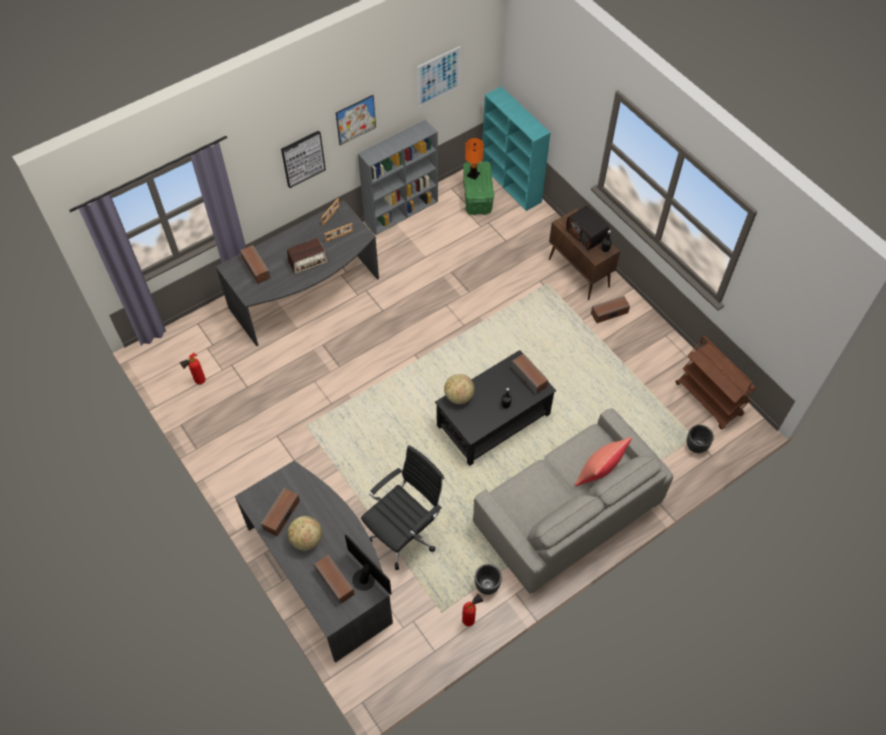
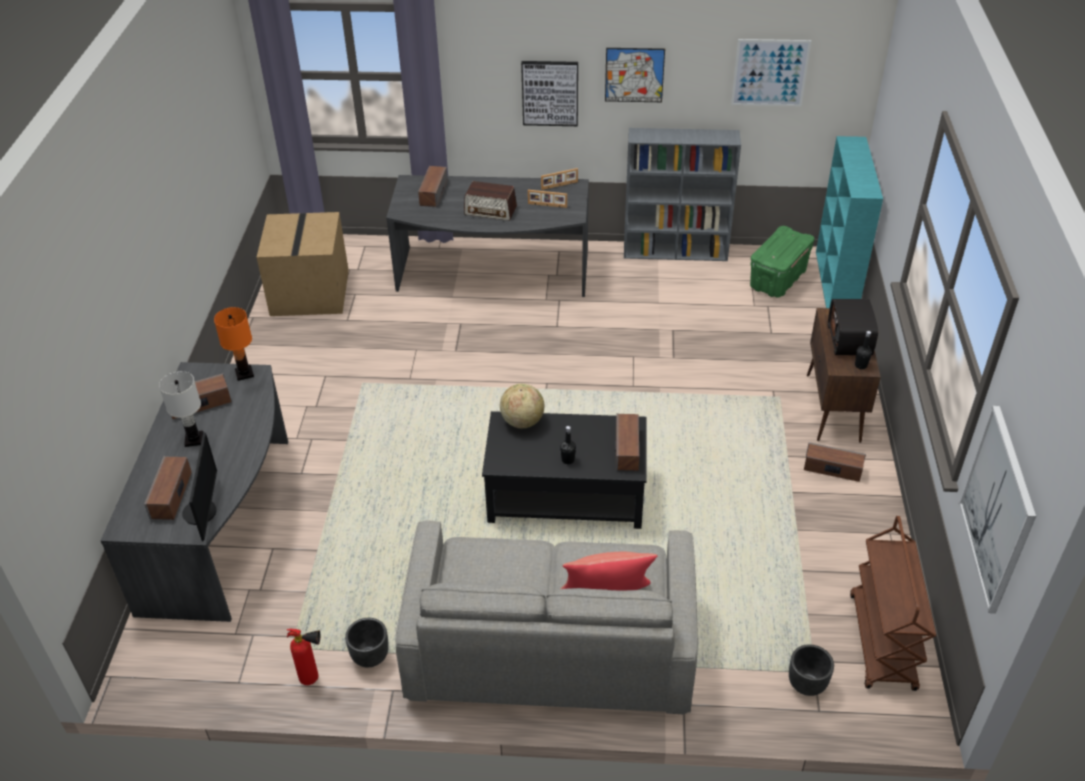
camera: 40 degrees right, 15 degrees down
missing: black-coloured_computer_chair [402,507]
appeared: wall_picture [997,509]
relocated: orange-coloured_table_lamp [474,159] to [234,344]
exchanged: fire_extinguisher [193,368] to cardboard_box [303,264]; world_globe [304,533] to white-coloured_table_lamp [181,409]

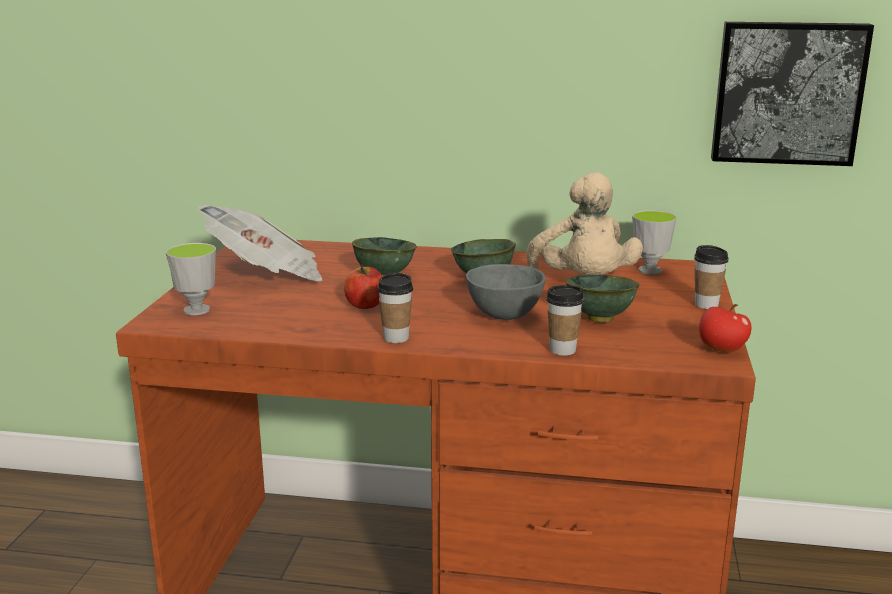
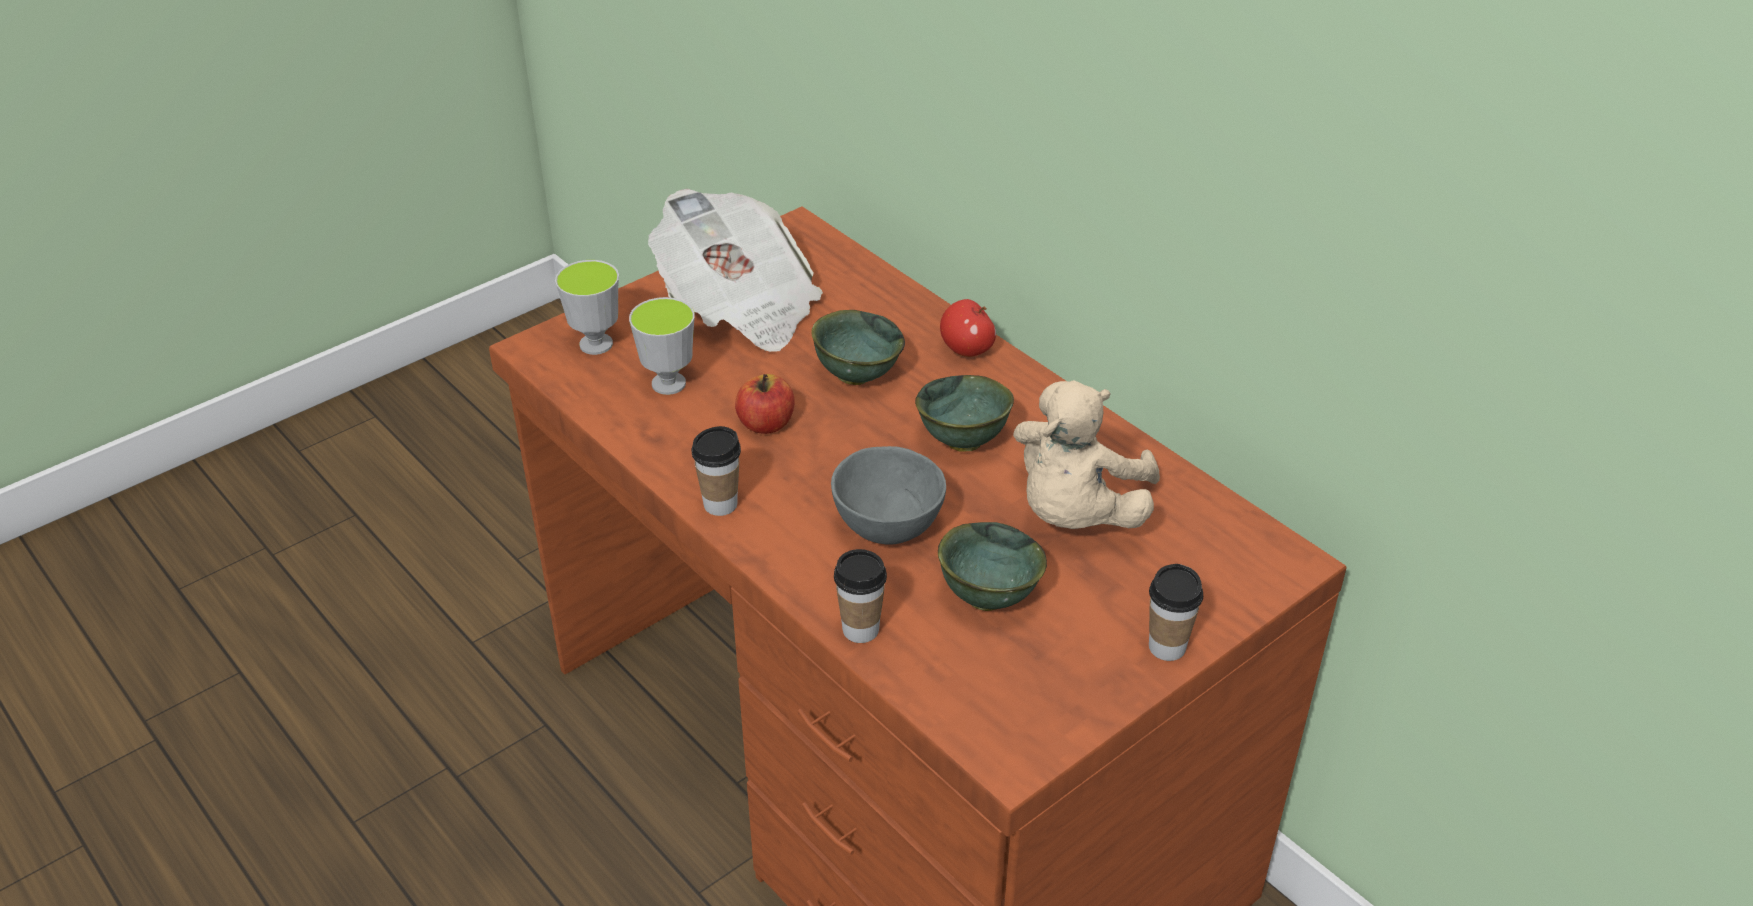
camera: 40 degrees right, 20 degrees up
missing: wall_picture [792,94]
relocated: small_cup [654,242] to [662,346]; apple_fruit [725,328] to [968,328]

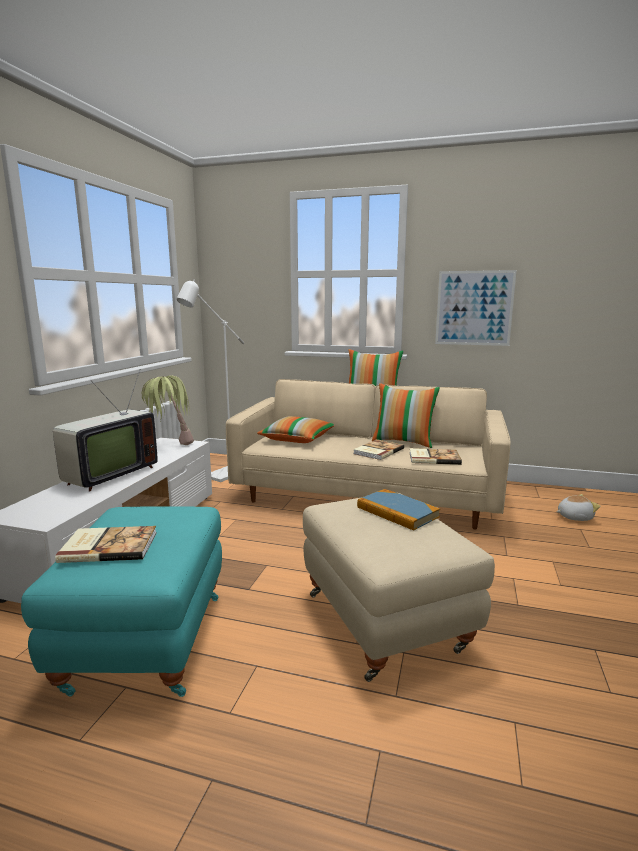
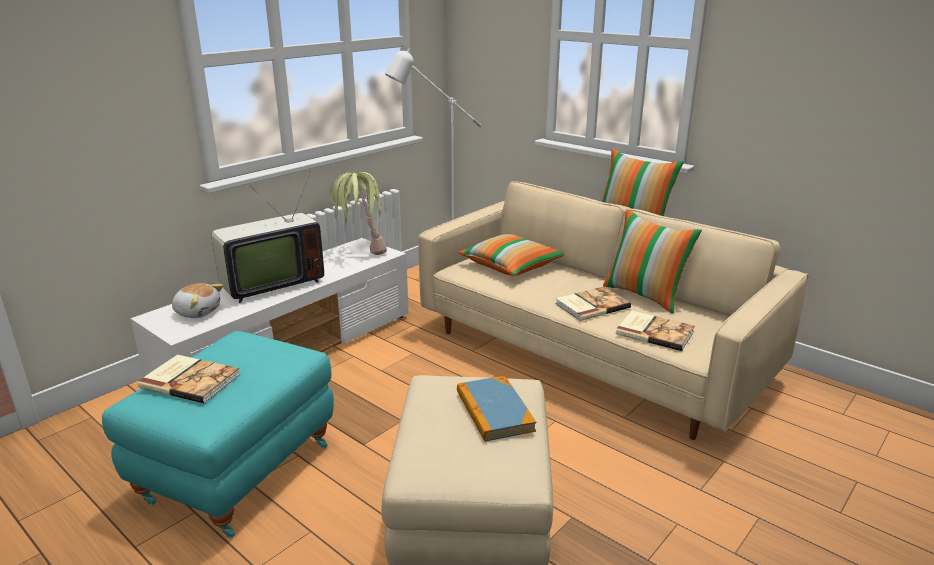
camera: 25 degrees right, 10 degrees up
missing: wall_picture [476,308]
relocated: cuddly_toy [578,507] to [197,300]

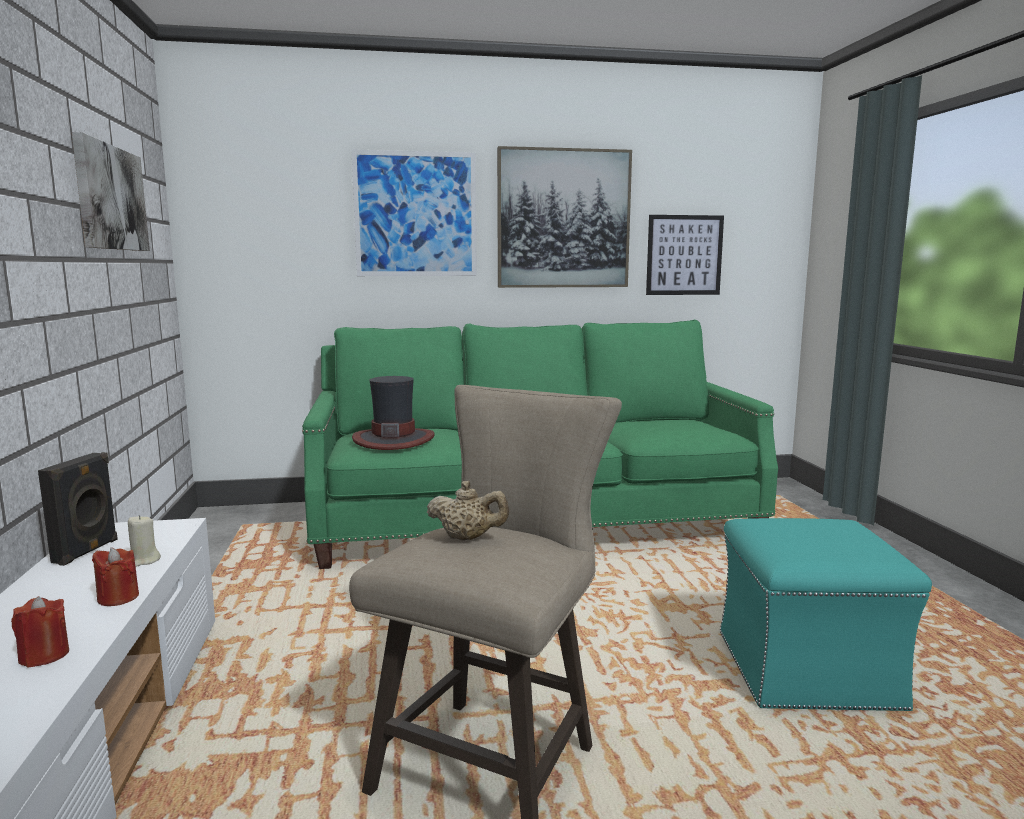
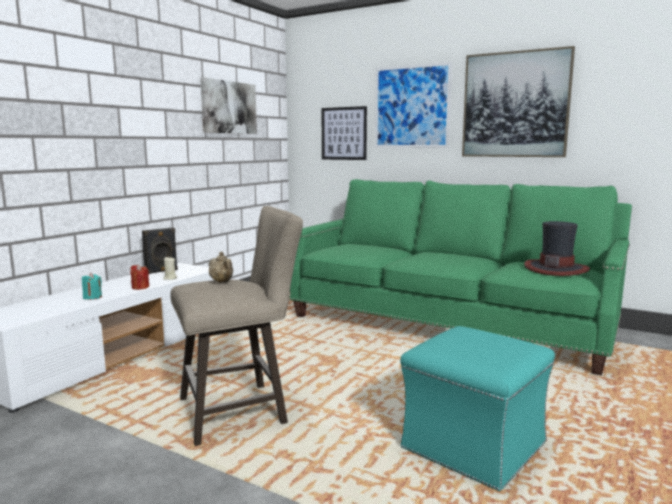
camera: 40 degrees right, 0 degrees up
relocated: clothing_hat [393,413] to [557,248]; wall_picture [685,255] to [344,133]
colour: red_wax_light [40,632] to turquoise-coloured_wax_light [92,286]

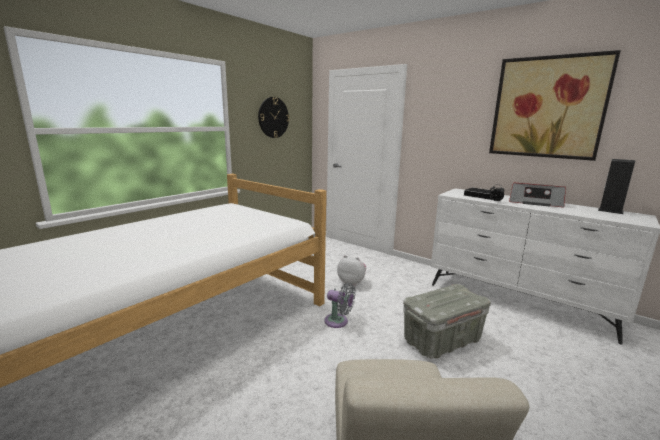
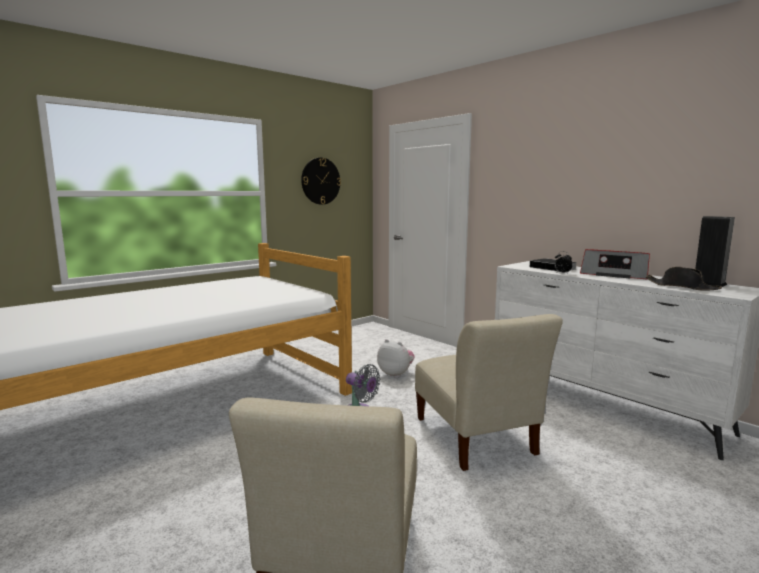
camera: 10 degrees right, 5 degrees down
missing: wall_picture [555,105]
appeared: black-coloured_clothing_hat [684,279]
exchanged: greyish_storage_box [447,321] to beige-coloured_upright_chair [489,392]

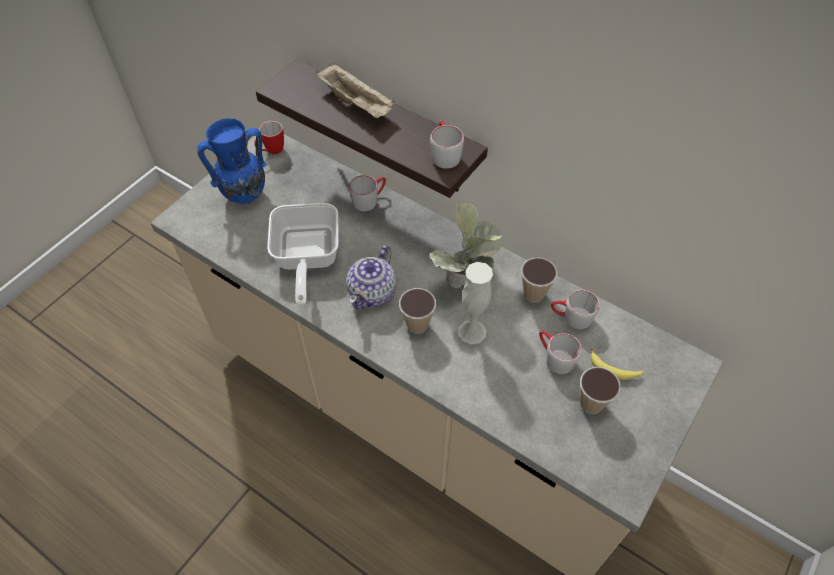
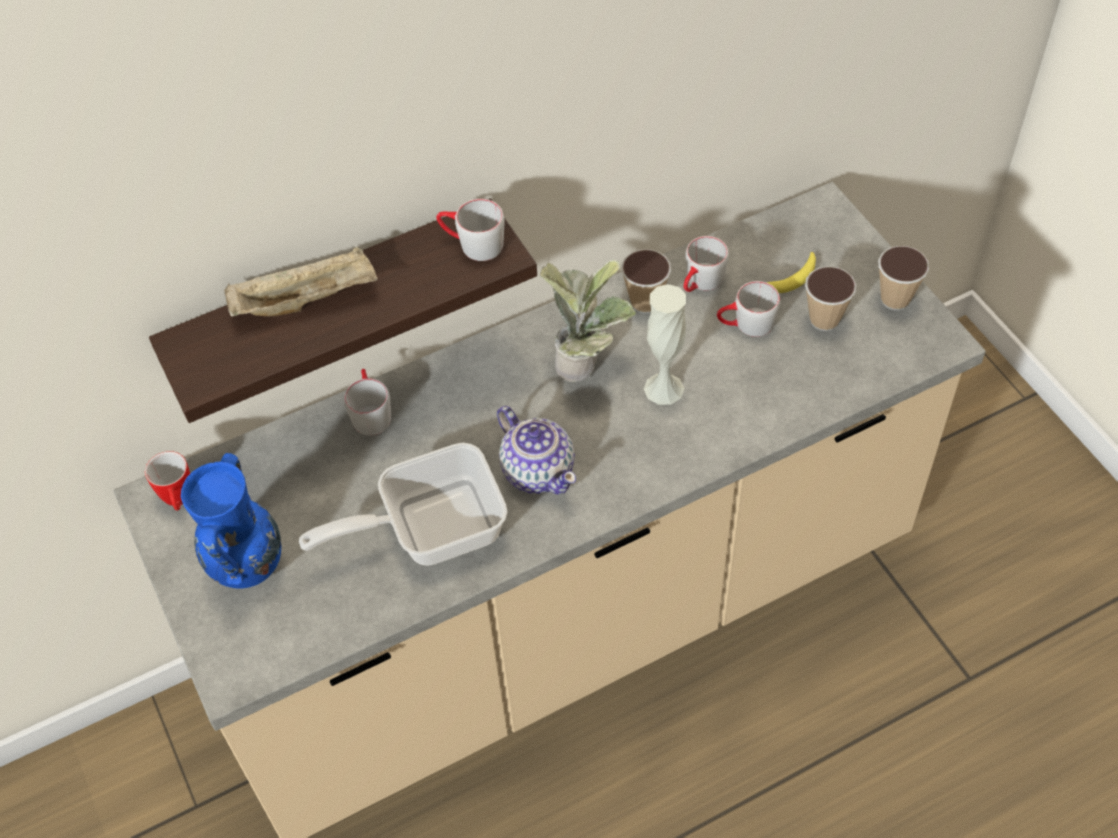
camera: 60 degrees left, 0 degrees up
relocated: small_cup [417,311] to [903,278]
spun: pan [303,254] = [403,504] 135 degrees clockwise

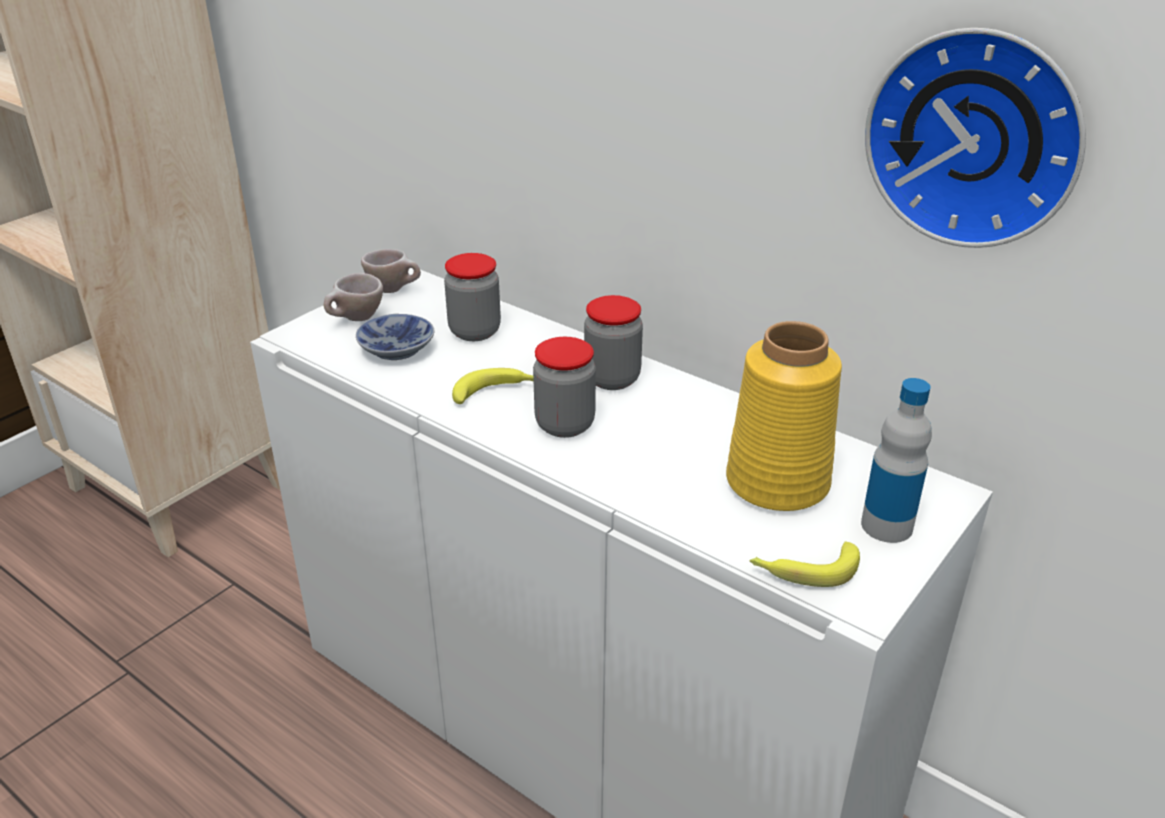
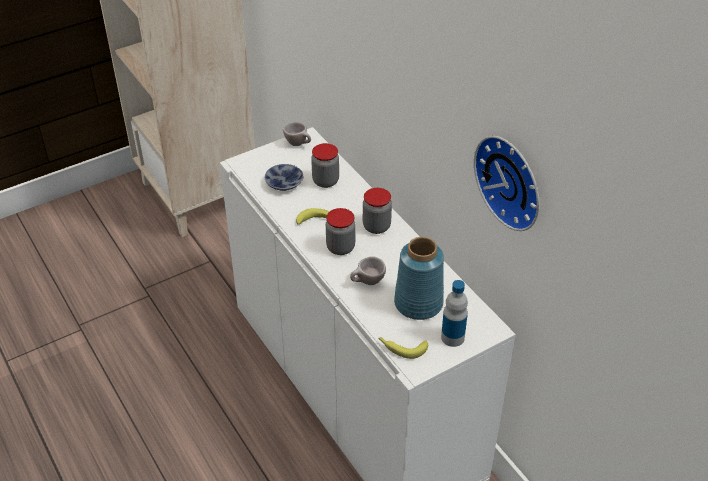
camera: 20 degrees right, 10 degrees up
relocated: beige-coloured_small_cup [353,297] to [368,270]
colour: yellowish_decorative_vase [784,416] to blue_decorative_vase [419,278]

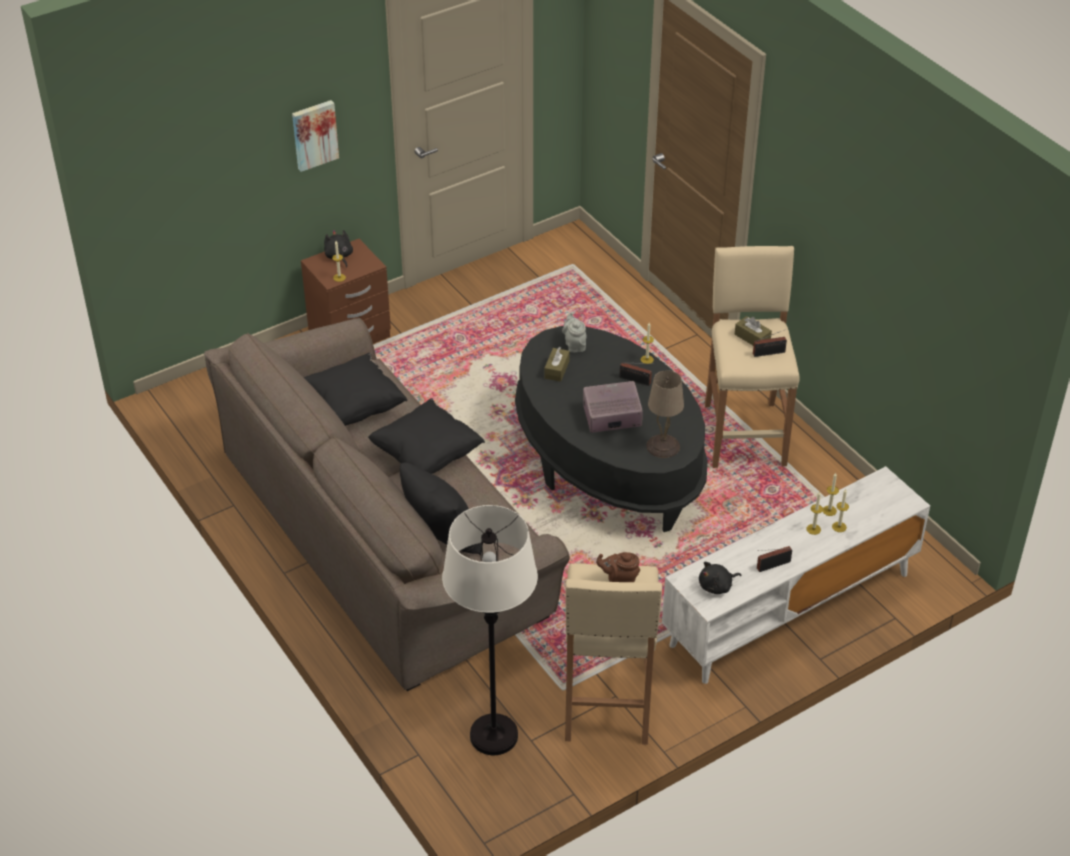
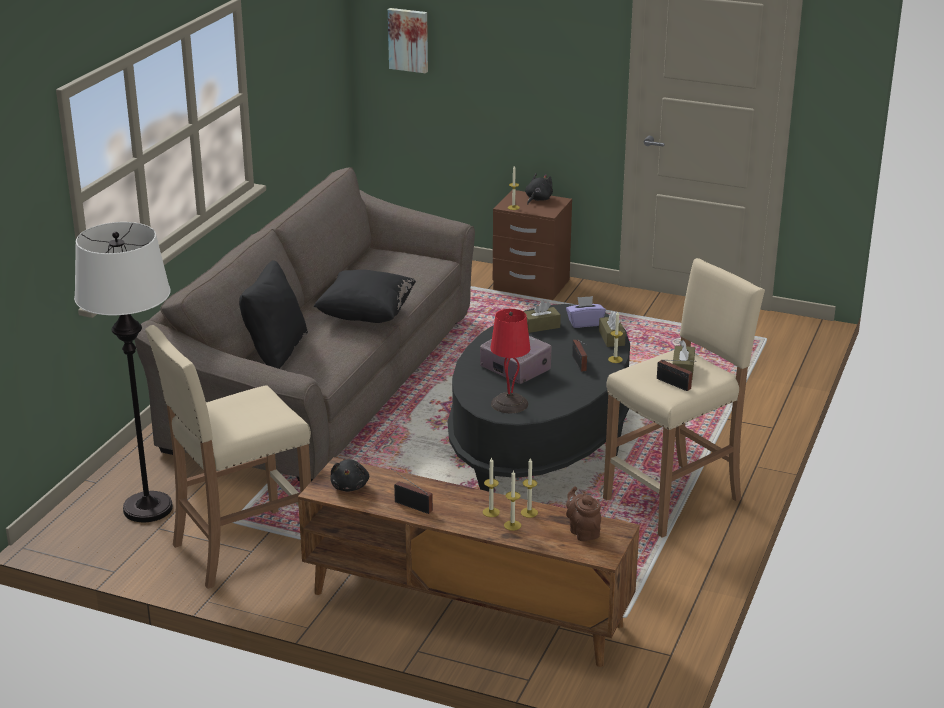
camera: 55 degrees right, 15 degrees down
missing: black-coloured_pillow [355,389]
appeared: brownish_tissue_holder [612,329]
relocated: wall_picture [315,136] to [408,40]; brownish_tea_pot [618,567] to [583,513]
exchanged: greyish_tea_pot [574,332] to purplish_tissue_holder [586,312]
colour: beige-coloured_table_lamp [665,414] to red_table_lamp [510,361]; white-coloured_media_console [796,575] to brownish_media_console [469,562]
spun: black-coloured_cuddly_toy [720,578] = [349,475] 120 degrees counterclockwise

